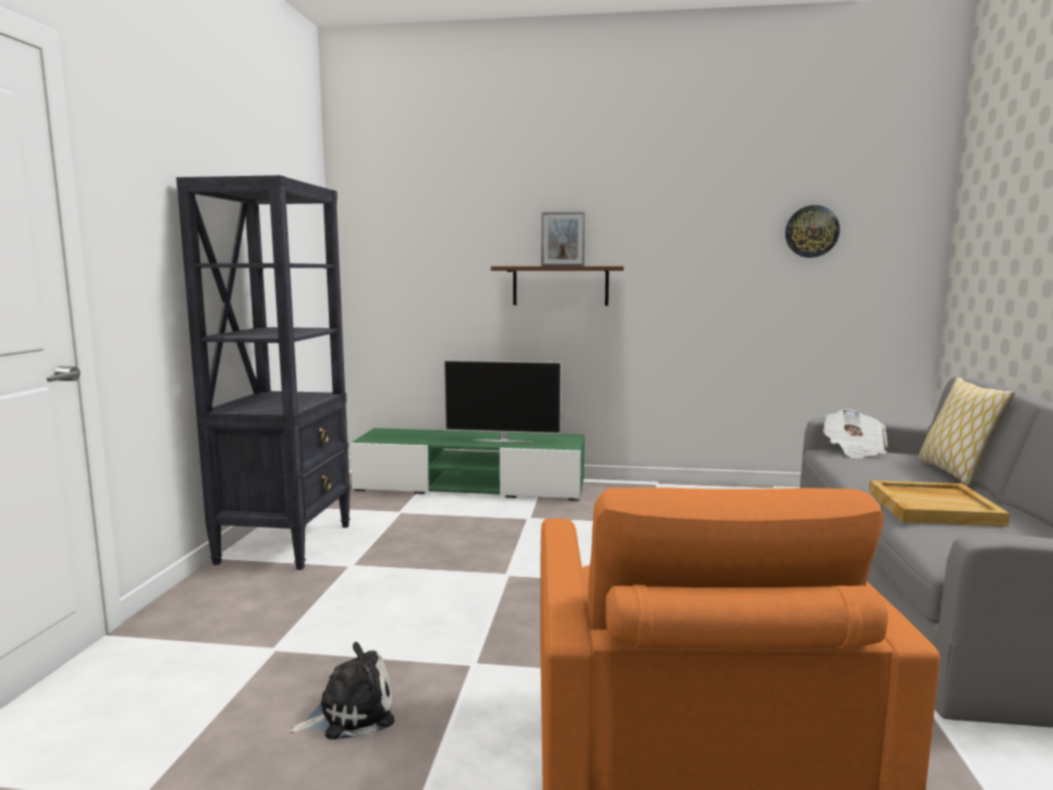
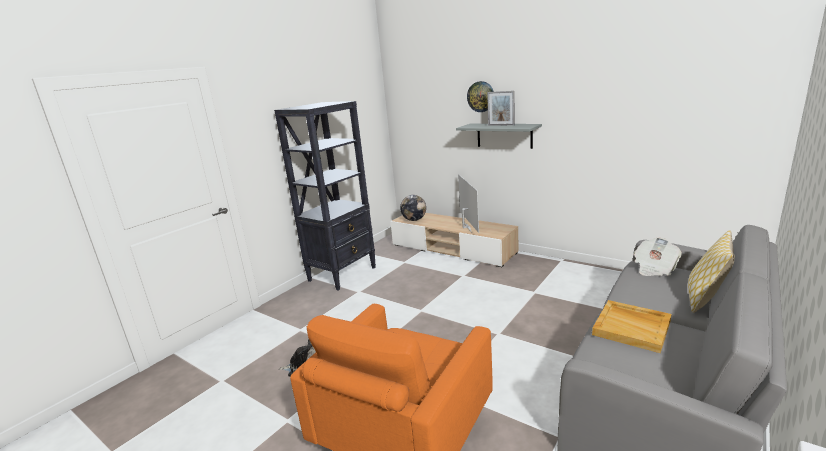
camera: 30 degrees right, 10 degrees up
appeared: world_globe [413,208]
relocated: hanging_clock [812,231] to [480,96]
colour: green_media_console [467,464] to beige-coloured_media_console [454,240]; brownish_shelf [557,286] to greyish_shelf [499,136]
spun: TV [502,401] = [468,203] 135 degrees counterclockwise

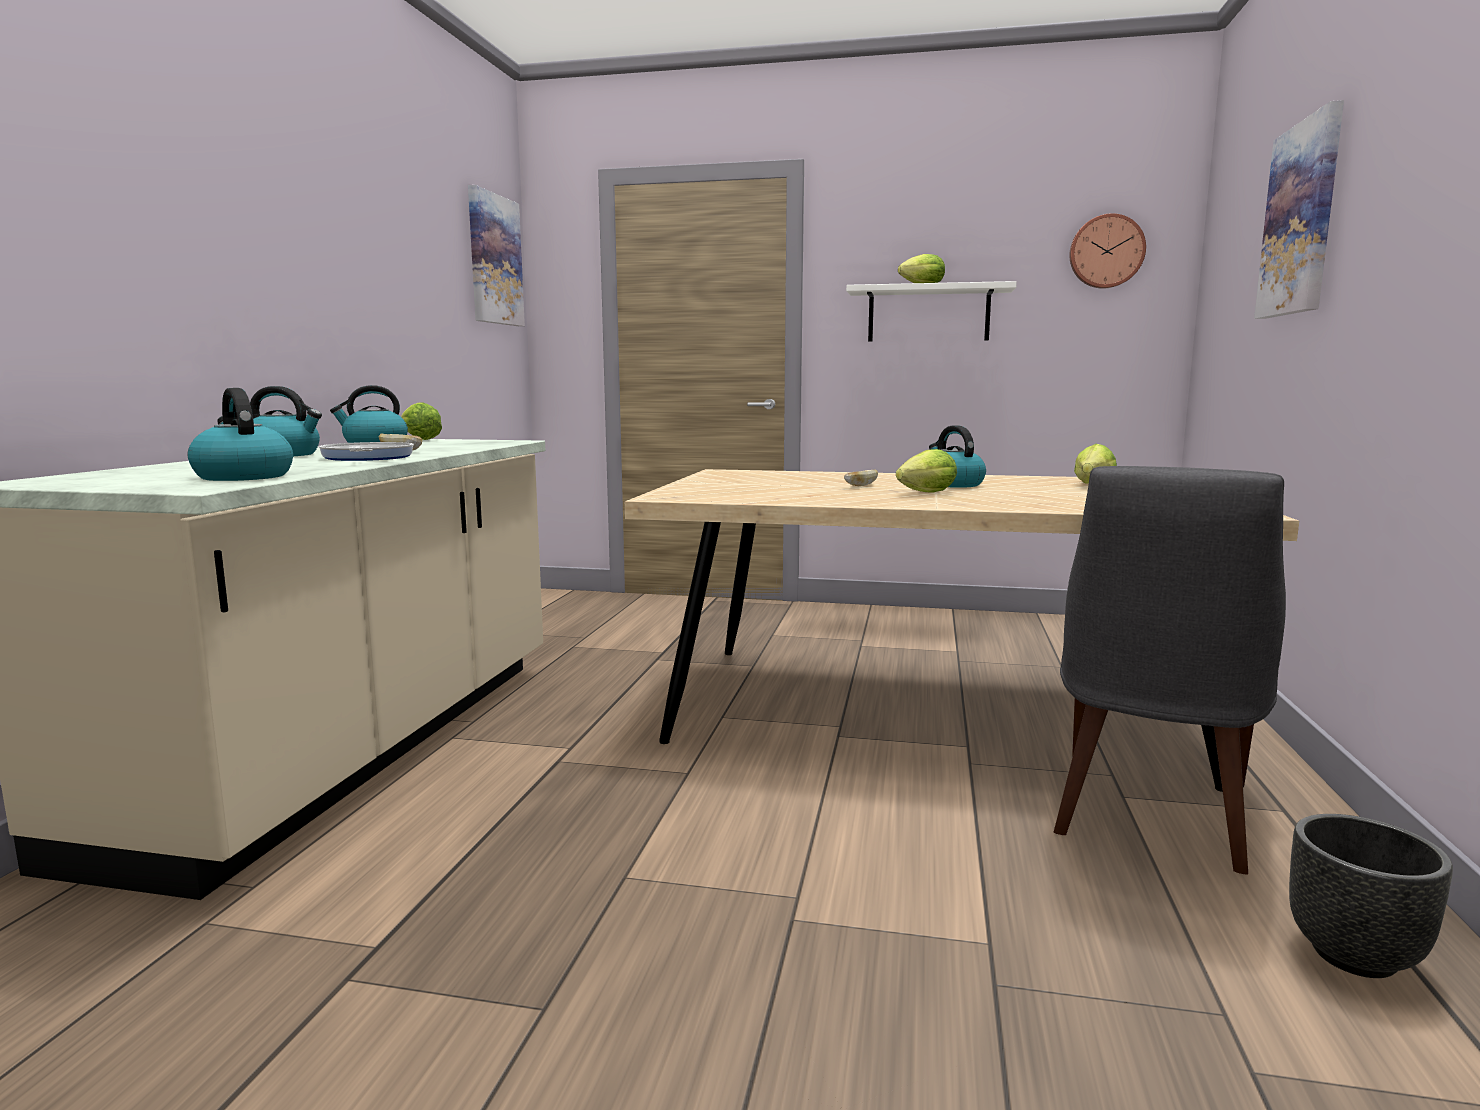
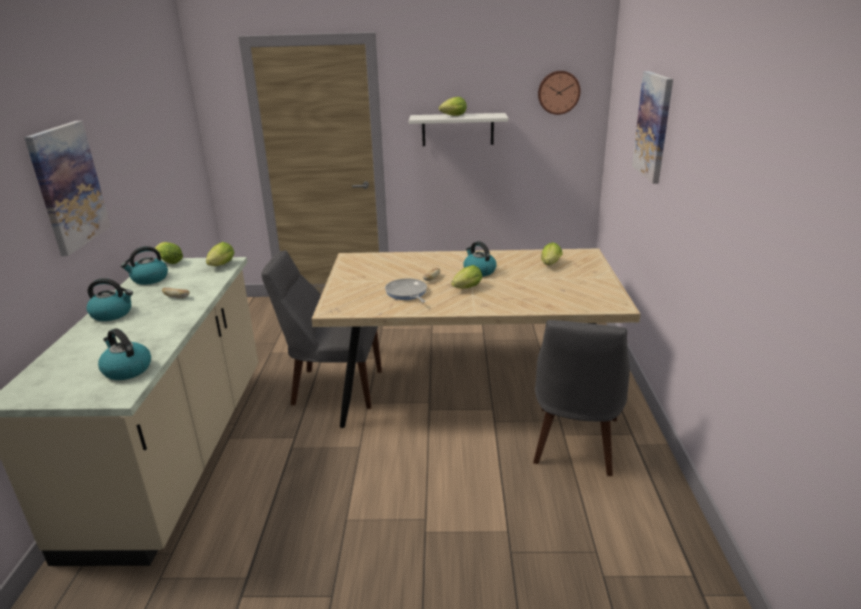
camera: 10 degrees left, 15 degrees up
missing: black-coloured_flower_pot [1371,896]
appeared: lettuce [220,254]; greyish_upright_chair [321,329]
relocated: pan [366,451] to [406,290]; wall_picture [496,255] to [67,188]

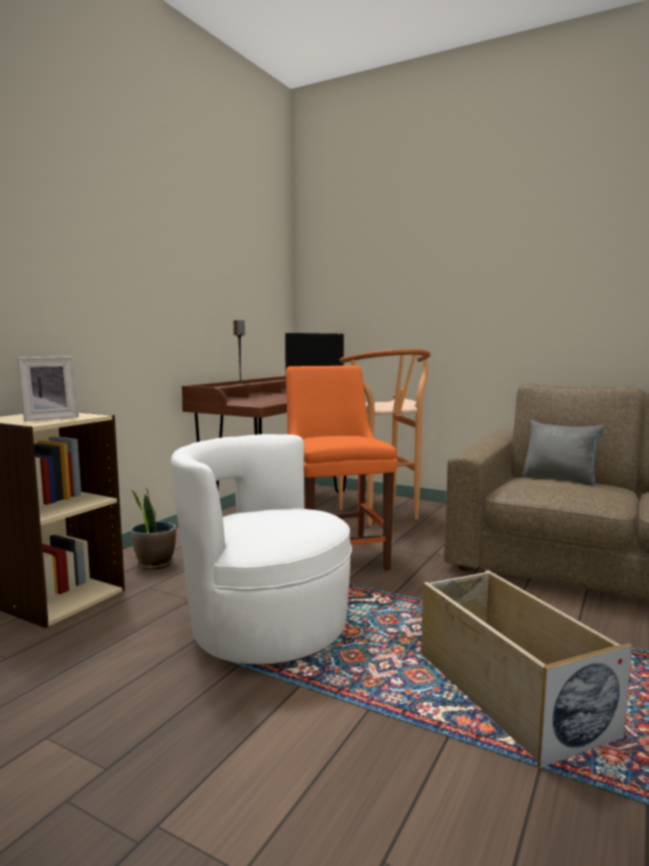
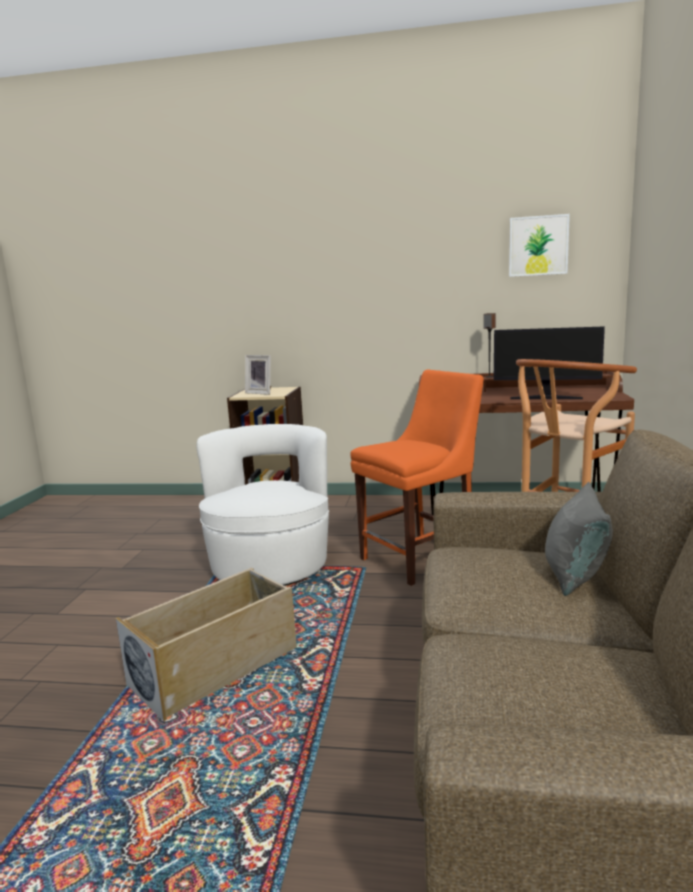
camera: 70 degrees right, 5 degrees up
missing: potted_plant [153,528]
appeared: wall_picture [539,245]

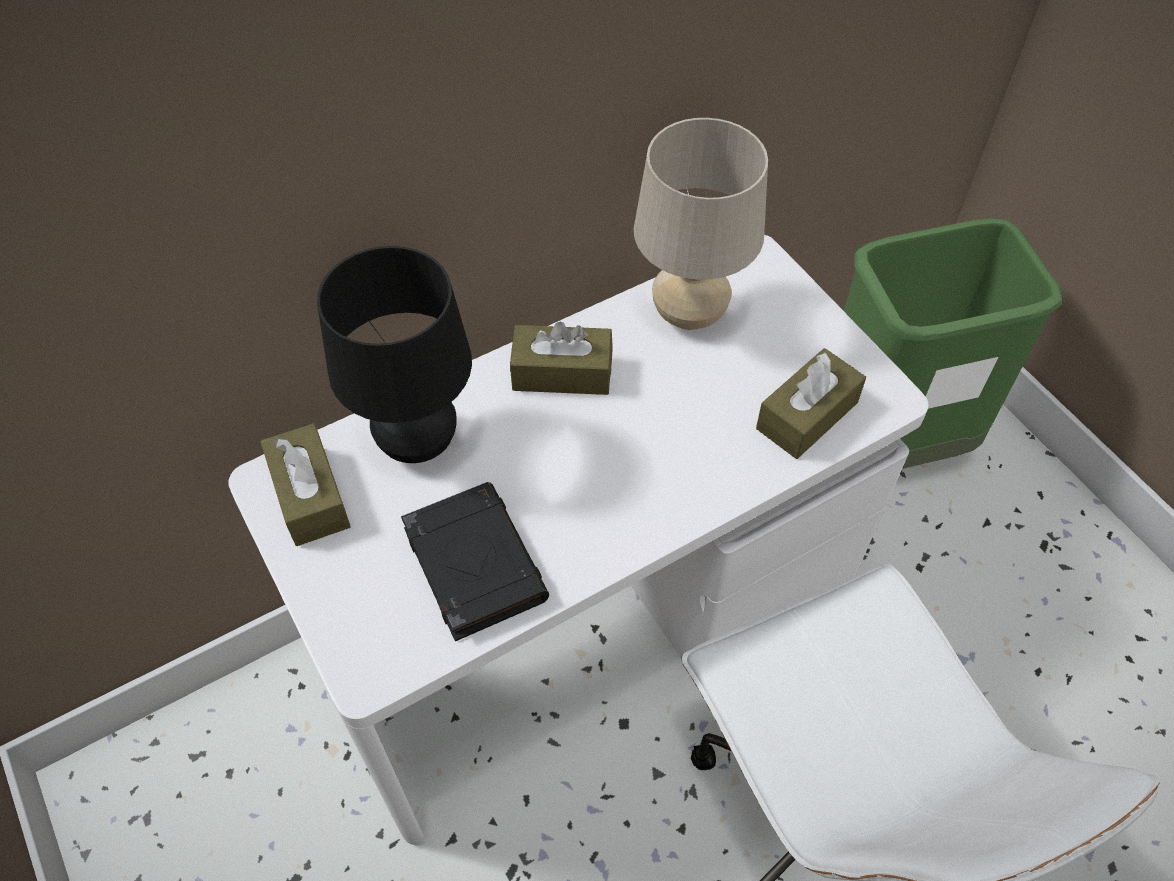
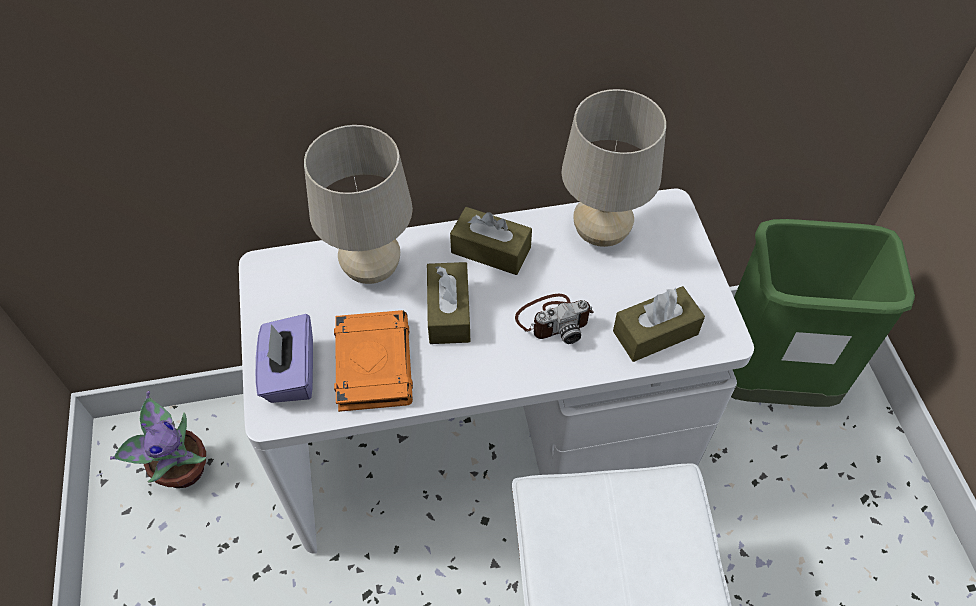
camera: 20 degrees right, 0 degrees up
appeared: potted_plant [158,439]; purplish_tissue_holder [284,358]; still_camera [554,319]
relocated: brownish_tissue_holder [305,484] to [449,303]
colour: black-coloured_table_lamp [394,354] to beige-coloured_table_lamp [358,204]; black-coloured_bound_book [475,561] to orange-coloured_bound_book [373,361]

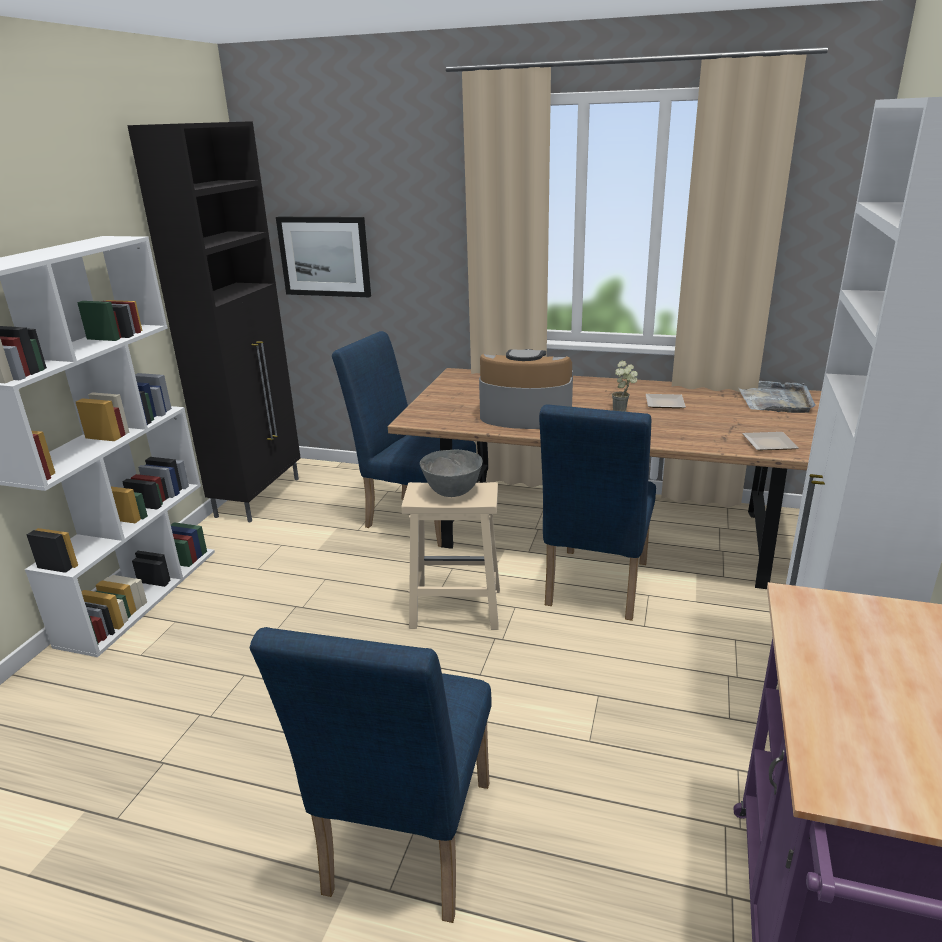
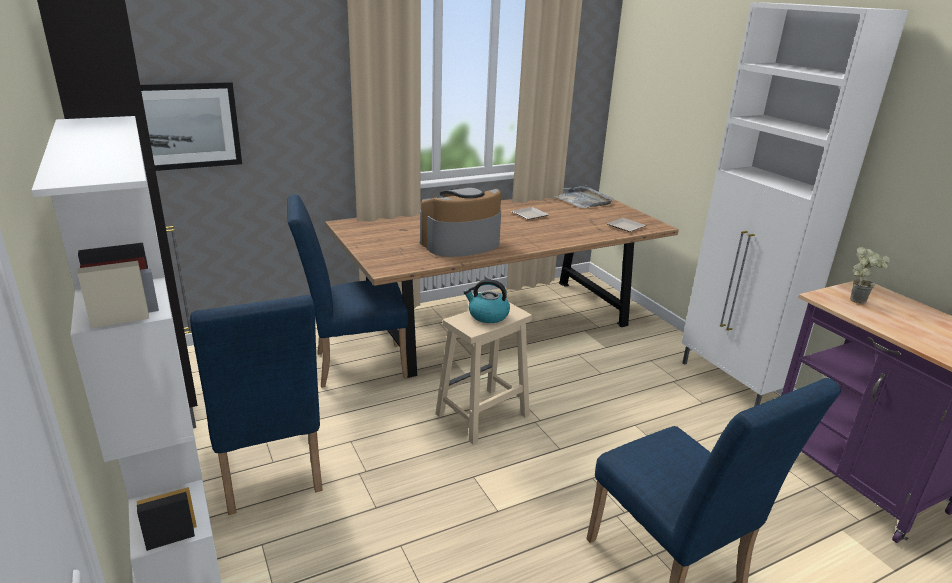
camera: 45 degrees left, 0 degrees up
relocated: blue_upright_chair [597,512] to [256,405]; potted_plant [625,386] to [870,275]
exchanged: greyish_serving_bowl [451,473] to tea_kettle [487,301]

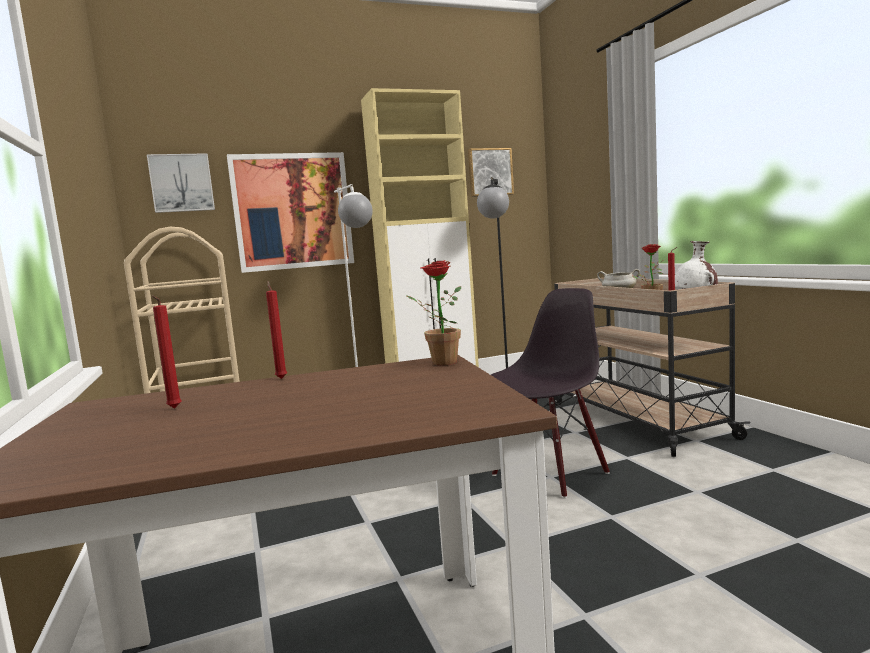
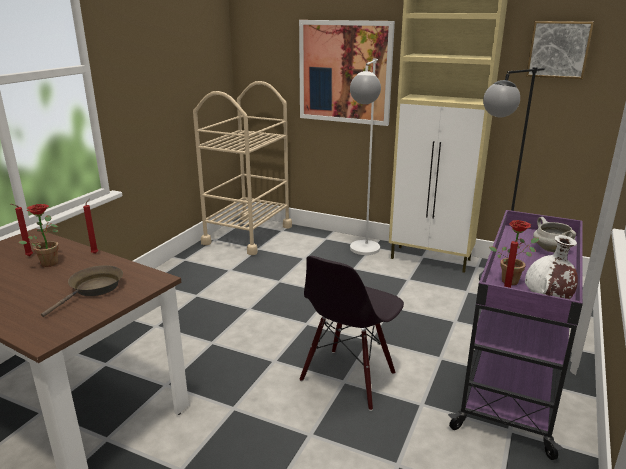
camera: 45 degrees right, 15 degrees up
missing: wall_picture [181,183]
appeared: brownish_pan [82,291]
relocated: potted_plant [433,312] to [38,235]
colour: beige-coloured_trolley [652,367] to purplish_trolley [515,335]
spun: black-coloured_upright_chair [550,393] = [352,333] 120 degrees clockwise

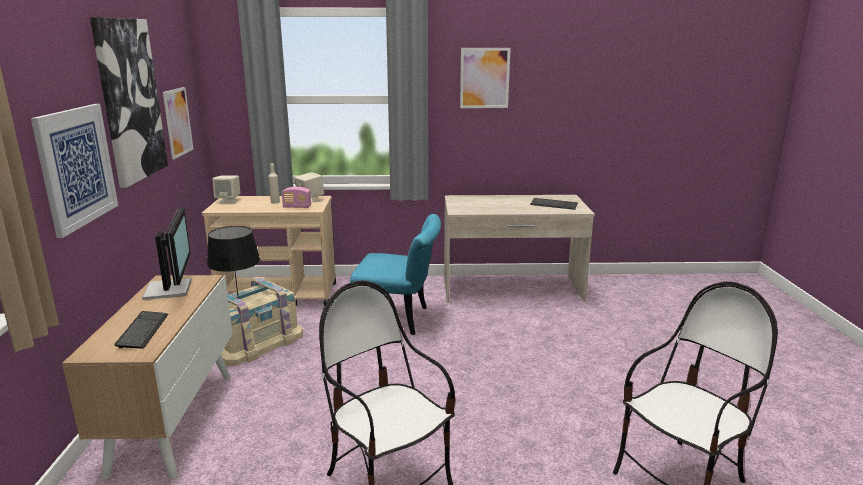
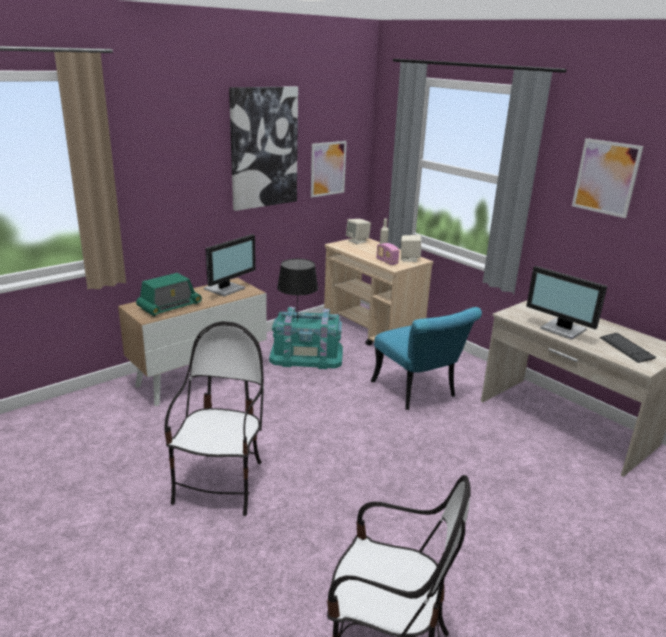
camera: 50 degrees right, 5 degrees up
missing: wall_picture [74,171]
appeared: computer_display [566,303]
exchanged: computer_keyboard [141,330] to radio [169,295]
colour: beige-coloured_storage_box [262,322] to turquoise-coloured_storage_box [306,338]

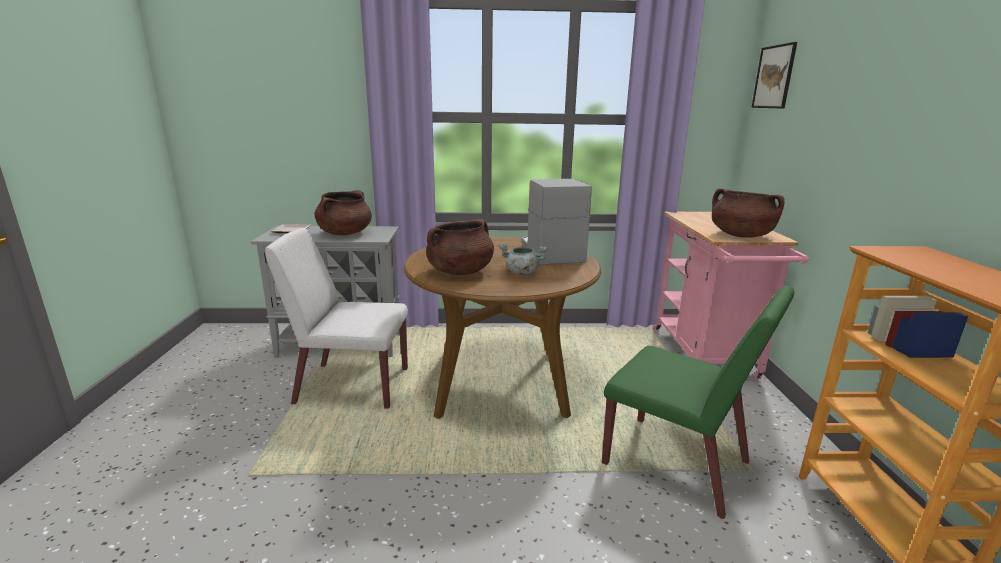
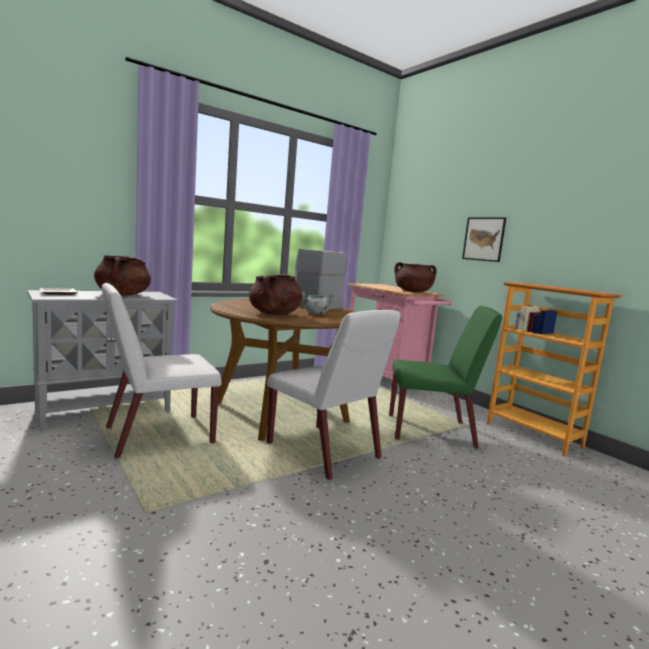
camera: 35 degrees left, 10 degrees down
appeared: white-coloured_upright_chair [334,395]
relocated: wall_picture [774,75] to [484,239]

